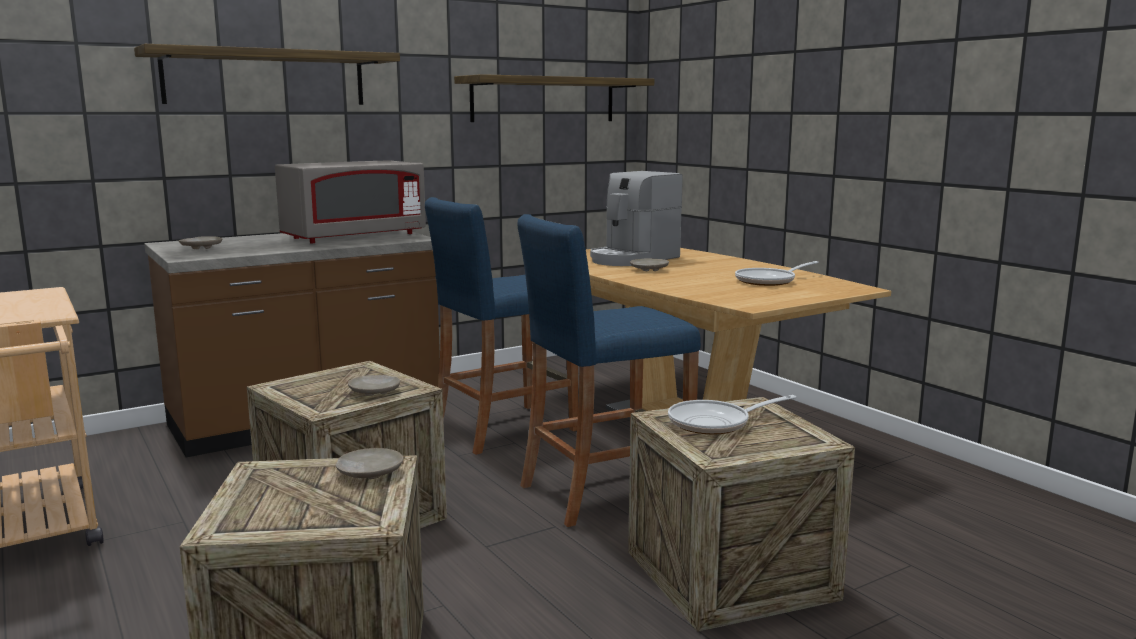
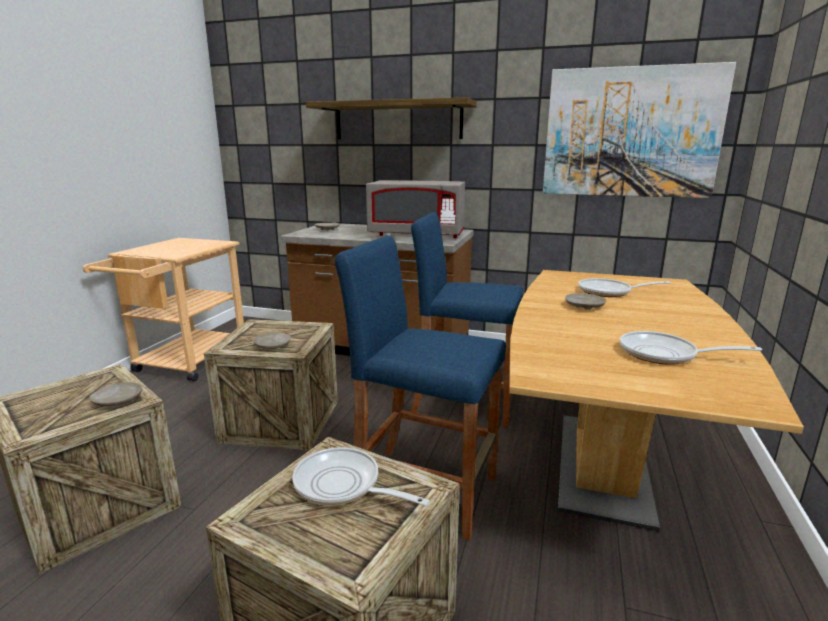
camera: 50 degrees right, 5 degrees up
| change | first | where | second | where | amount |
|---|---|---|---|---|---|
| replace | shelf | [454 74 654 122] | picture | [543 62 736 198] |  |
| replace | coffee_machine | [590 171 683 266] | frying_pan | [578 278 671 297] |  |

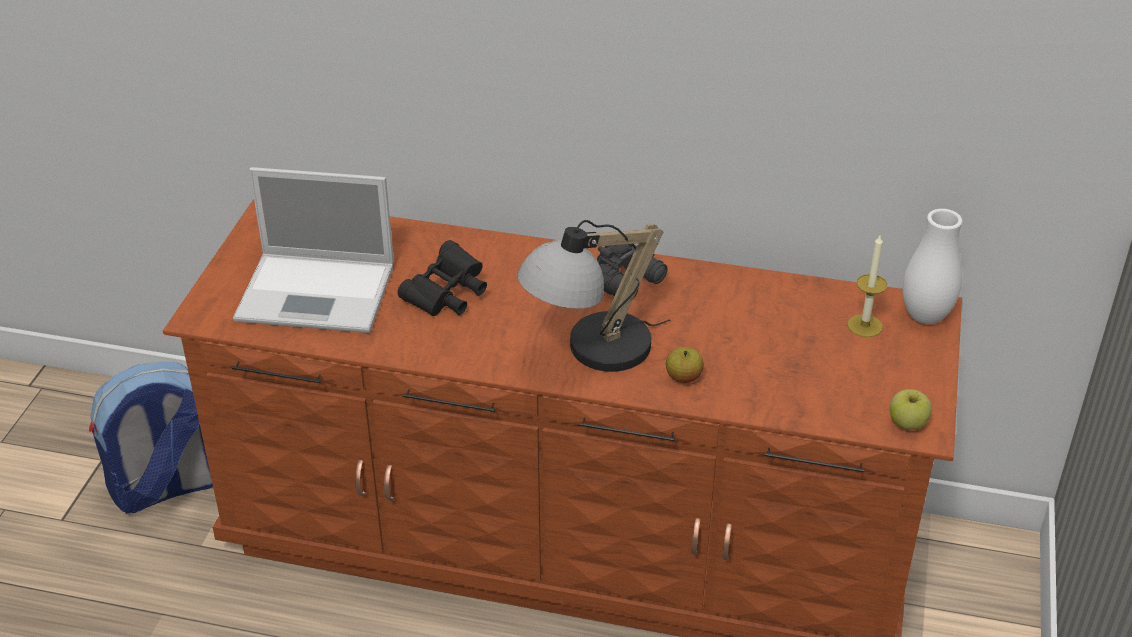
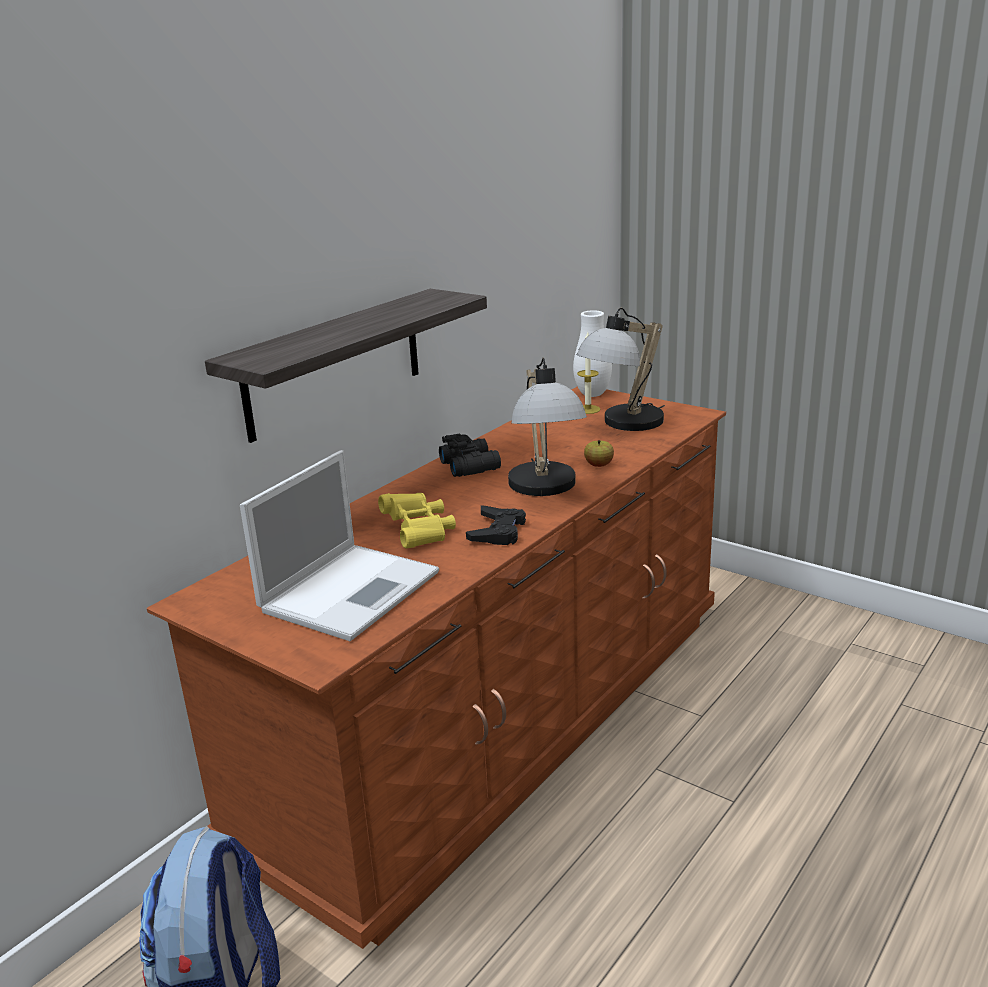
camera: 65 degrees left, 15 degrees down
| change | first | where | second | where | amount |
|---|---|---|---|---|---|
| recolor | black_binoculars | [398 240 487 316] | yellow_binoculars | [378 493 456 548] |  |
| delete | apple | [890 389 932 430] |  |  |  |
| insert |  |  | shelf | [205 289 487 443] |  |
| insert |  |  | black_game_controller | [466 505 526 545] |  |
| insert |  |  | table_lamp | [577 308 665 431] |  |

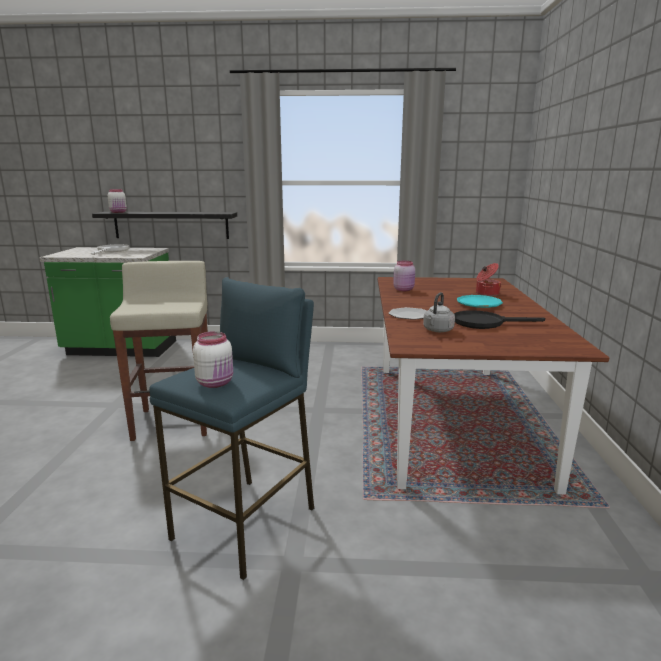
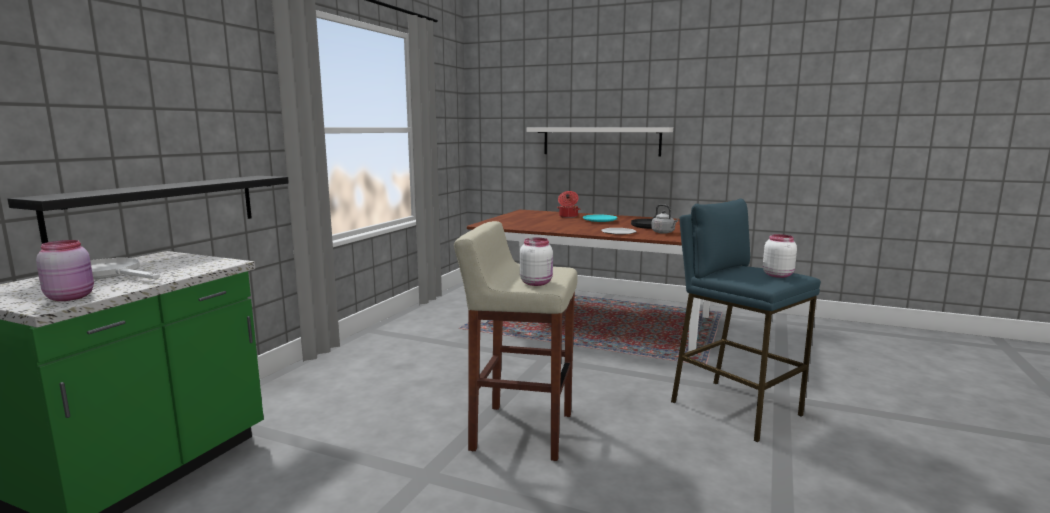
camera: 70 degrees left, 5 degrees down
| change | first | where | second | where | amount |
|---|---|---|---|---|---|
| move | white_jar | [108 189 127 213] |  | [520 238 553 286] |  |
| move | pink_jar | [393 261 415 291] |  | [36 240 94 301] |  |
| insert |  |  | white_shelf | [526 128 673 156] |  |

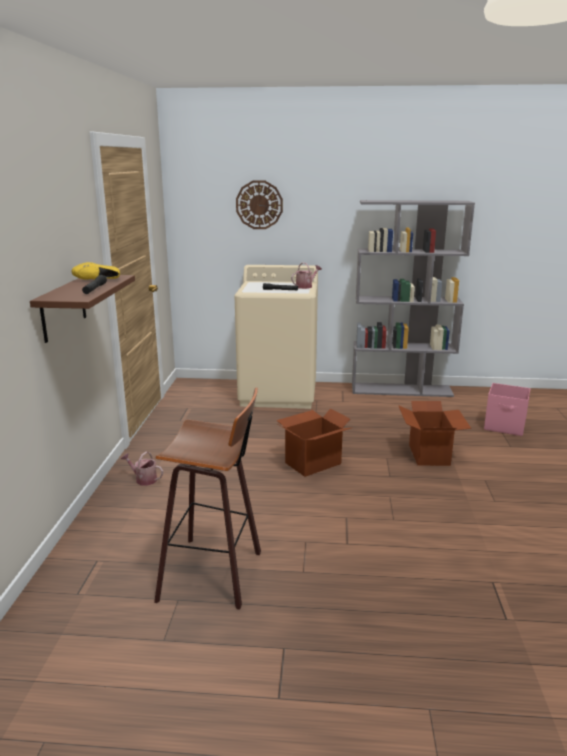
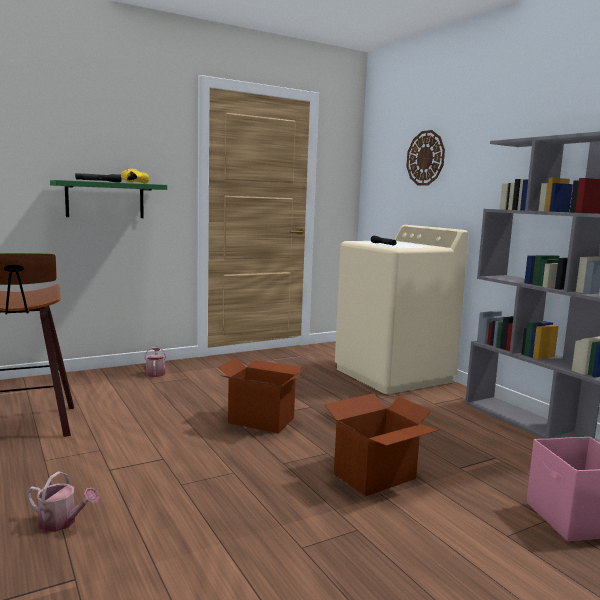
camera: 55 degrees right, 10 degrees down
| change | first | where | second | where | amount |
|---|---|---|---|---|---|
| recolor | brown_shelf | [30 275 135 343] | green_shelf | [50 180 167 218] |  |
| move | watering_can | [291 262 322 289] |  | [27 471 99 532] |  |

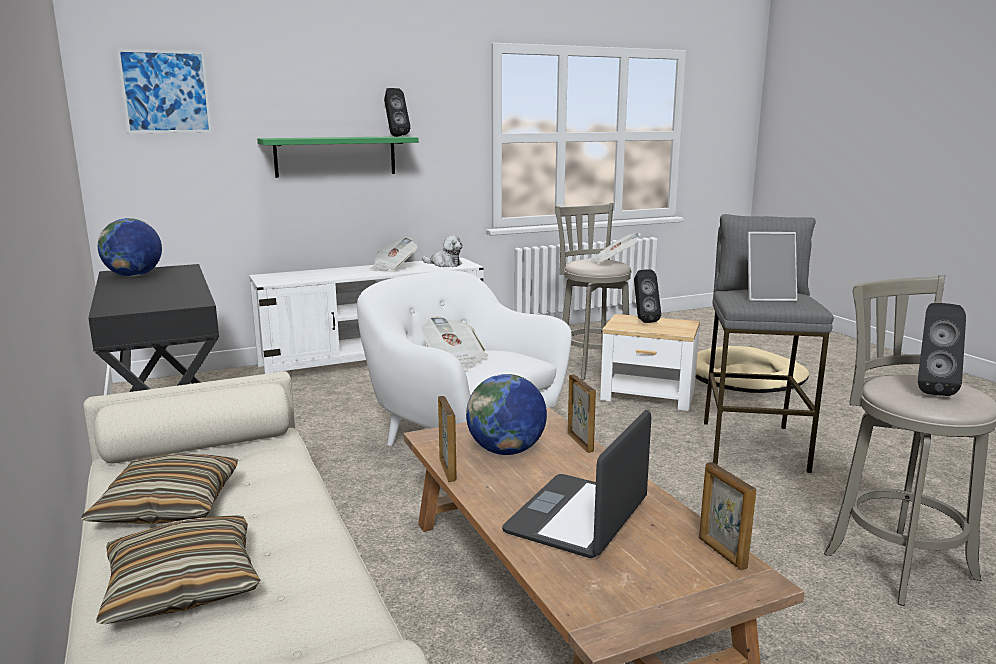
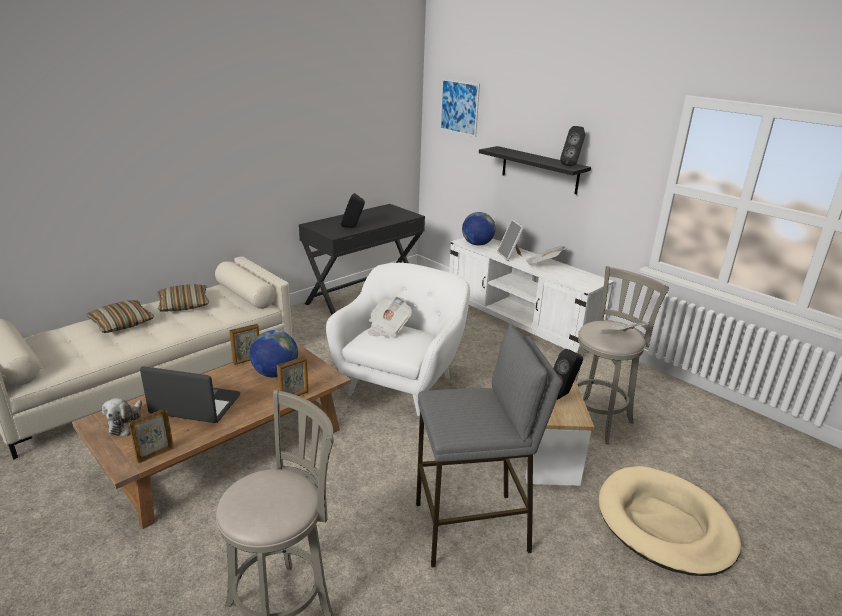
camera: 70 degrees right, 10 degrees up
| change | first | where | second | where | amount |
|---|---|---|---|---|---|
| move | globe | [98 218 162 277] |  | [462 212 496 246] |  |
| recolor | green_shelf | [257 136 419 178] | black_shelf | [479 146 591 194] |  |
| move | plush_toy | [422 236 462 267] |  | [102 398 142 436] |  |
| move | picture_frame | [747 232 797 302] |  | [497 219 524 261] |  |
| move | black_speaker | [918 303 966 396] |  | [340 193 365 228] |  |

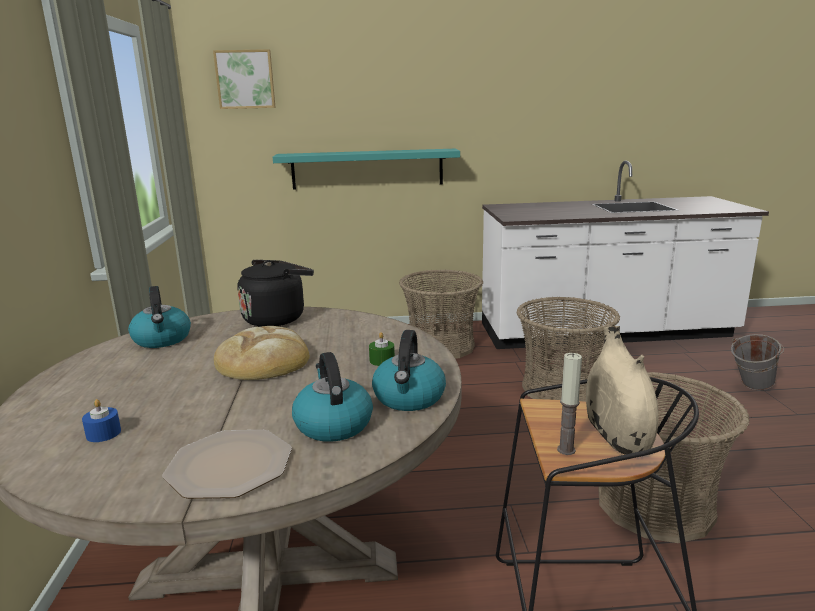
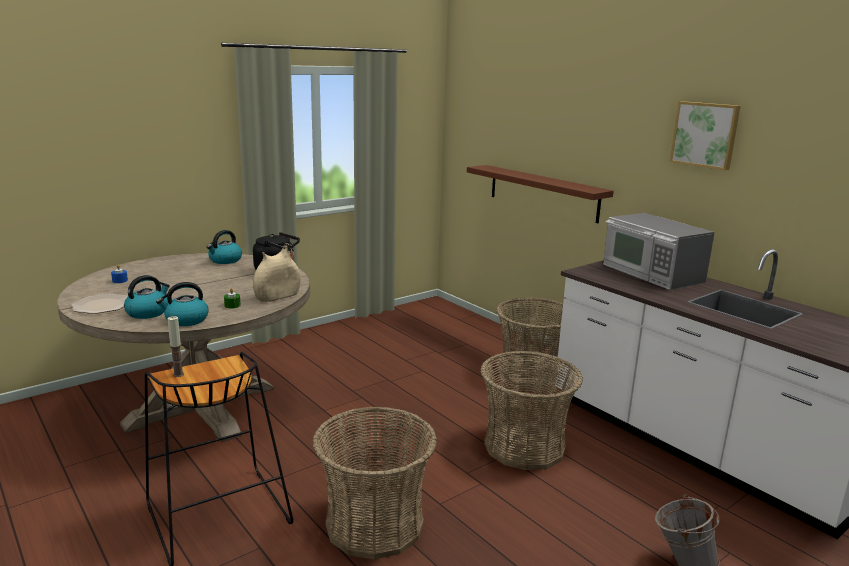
camera: 55 degrees right, 0 degrees up
| change | first | where | second | where | amount |
|---|---|---|---|---|---|
| move | picture | [213 49 276 109] |  | [670 101 741 170] |  |
| delete | bread | [214 326 310 380] |  |  |  |
| recolor | turquoise_shelf | [273 149 460 190] | brown_shelf | [467 165 614 223] |  |
| move | beige_vase | [586 326 659 455] |  | [253 243 301 302] |  |
| insert |  |  | microwave | [603 213 715 290] |  |

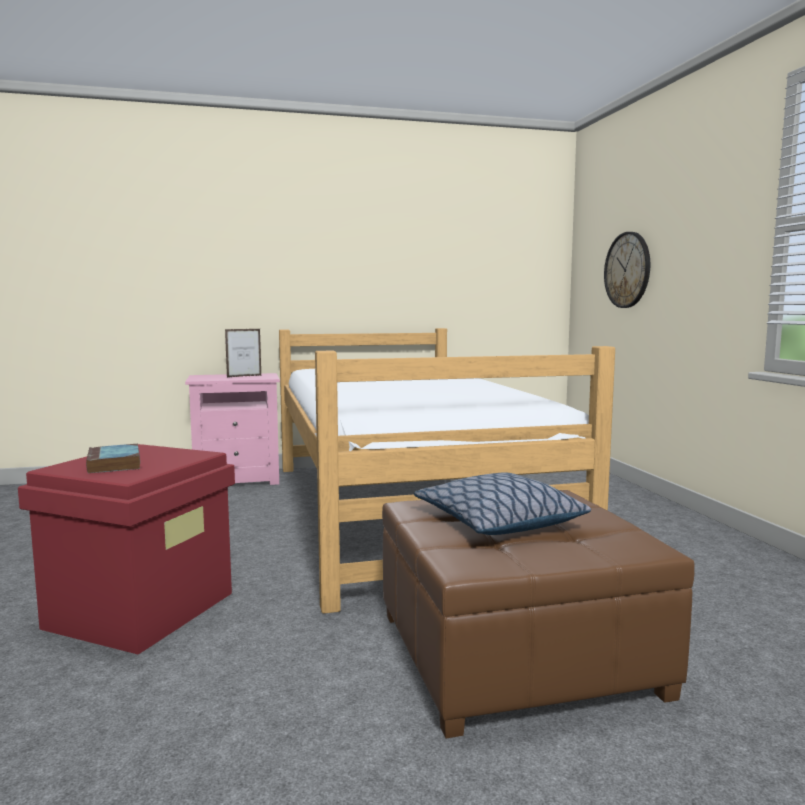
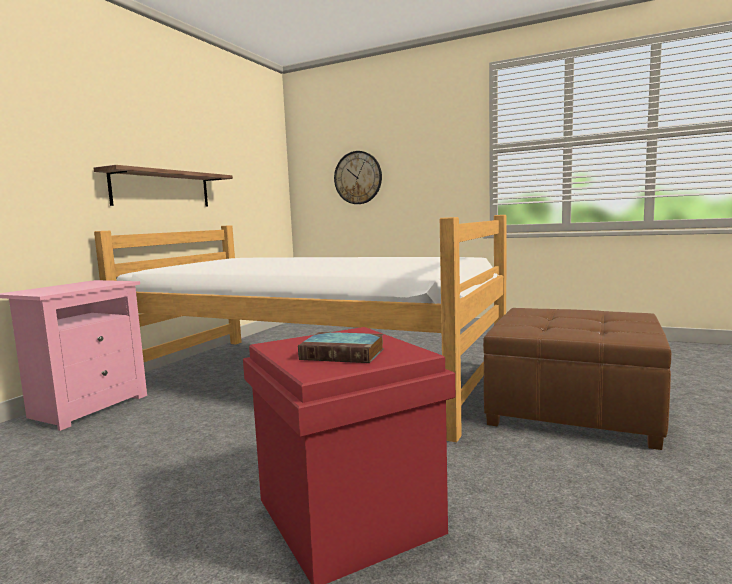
camera: 50 degrees left, 0 degrees up
| change | first | where | second | where | amount |
|---|---|---|---|---|---|
| delete | picture_frame | [225 329 262 377] |  |  |  |
| delete | pillow | [414 473 591 535] |  |  |  |
| insert |  |  | shelf | [94 165 233 206] |  |

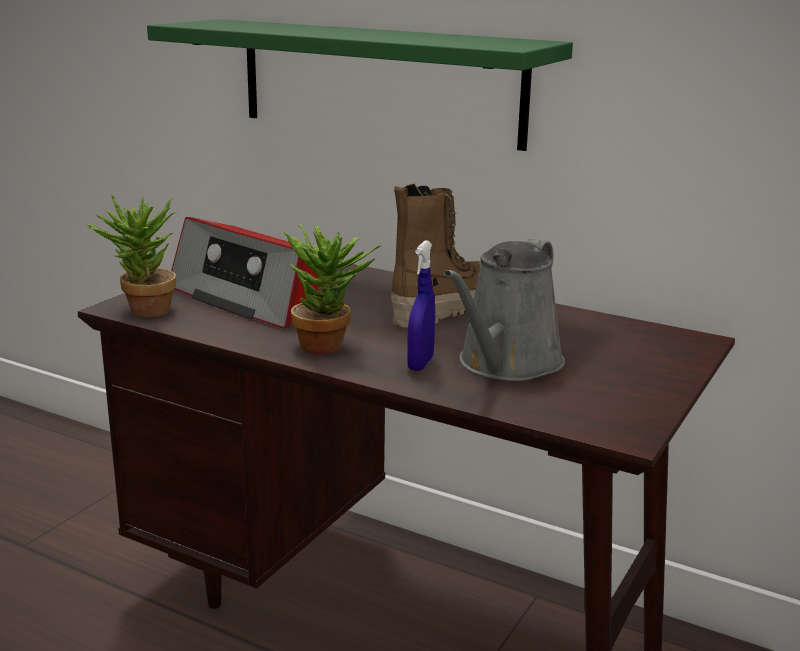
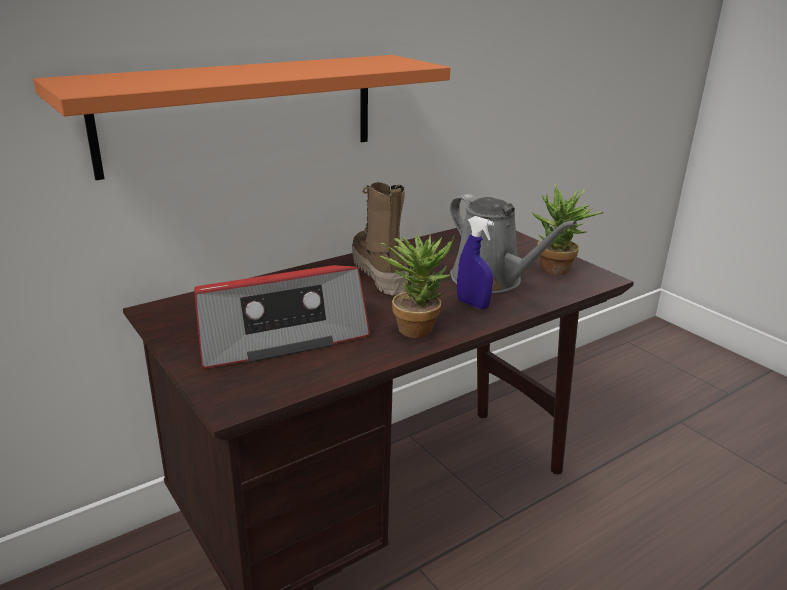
camera: 65 degrees left, 5 degrees up
| change | first | where | second | where | amount |
|---|---|---|---|---|---|
| move | potted_plant | [87 195 176 317] |  | [532 184 604 275] |  |
| recolor | green_shelf | [147 19 573 151] | orange_shelf | [33 55 451 180] |  |

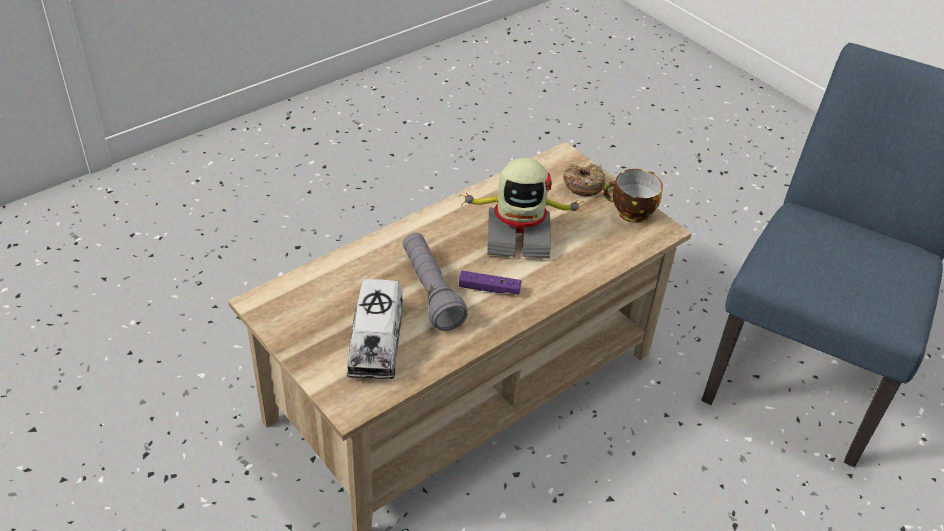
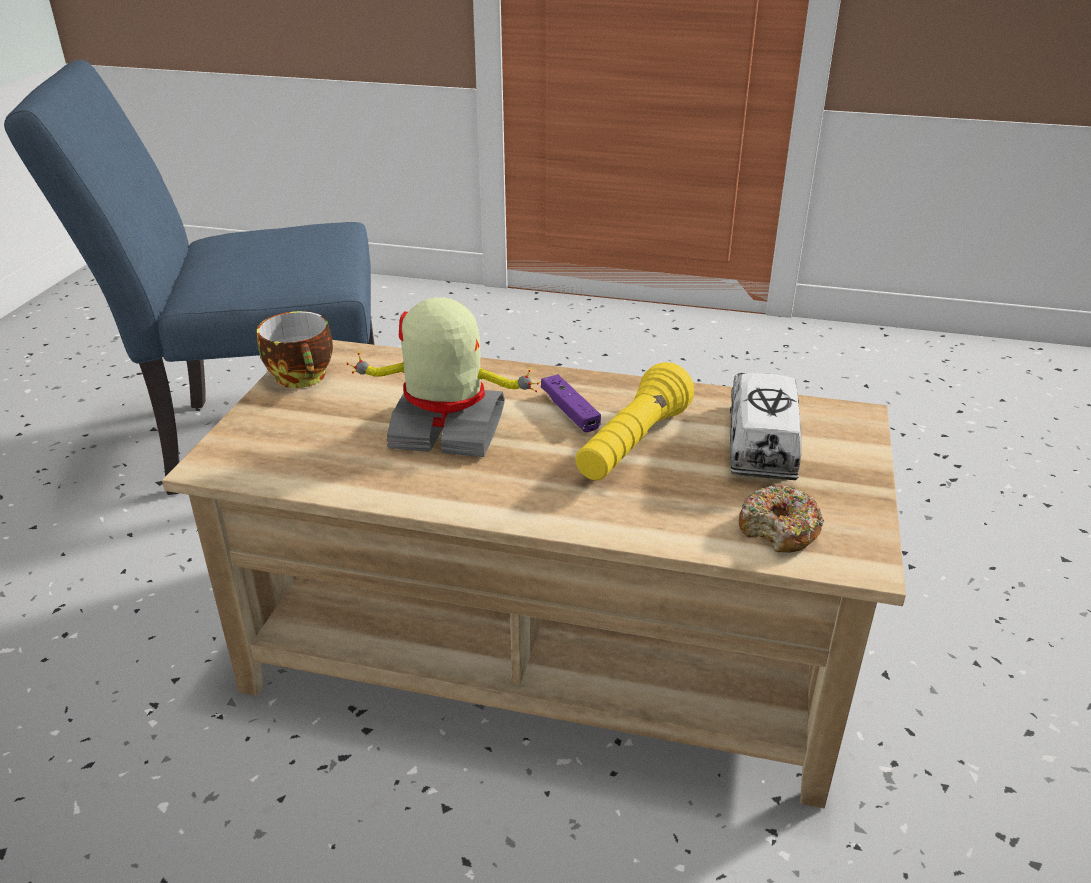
camera: 125 degrees left, 10 degrees down
| change | first | where | second | where | amount |
|---|---|---|---|---|---|
| rotate | toy_truck | [347 279 403 379] |  | [730 373 801 480] | 45 degrees counterclockwise |
| recolor | grey_flashlight | [403 233 468 331] | yellow_flashlight | [575 362 694 481] |  |
| rotate | toy_robot | [460 158 584 259] |  | [346 297 542 457] | 45 degrees counterclockwise |
| move | donut | [563 163 605 196] |  | [739 485 824 553] |  |

